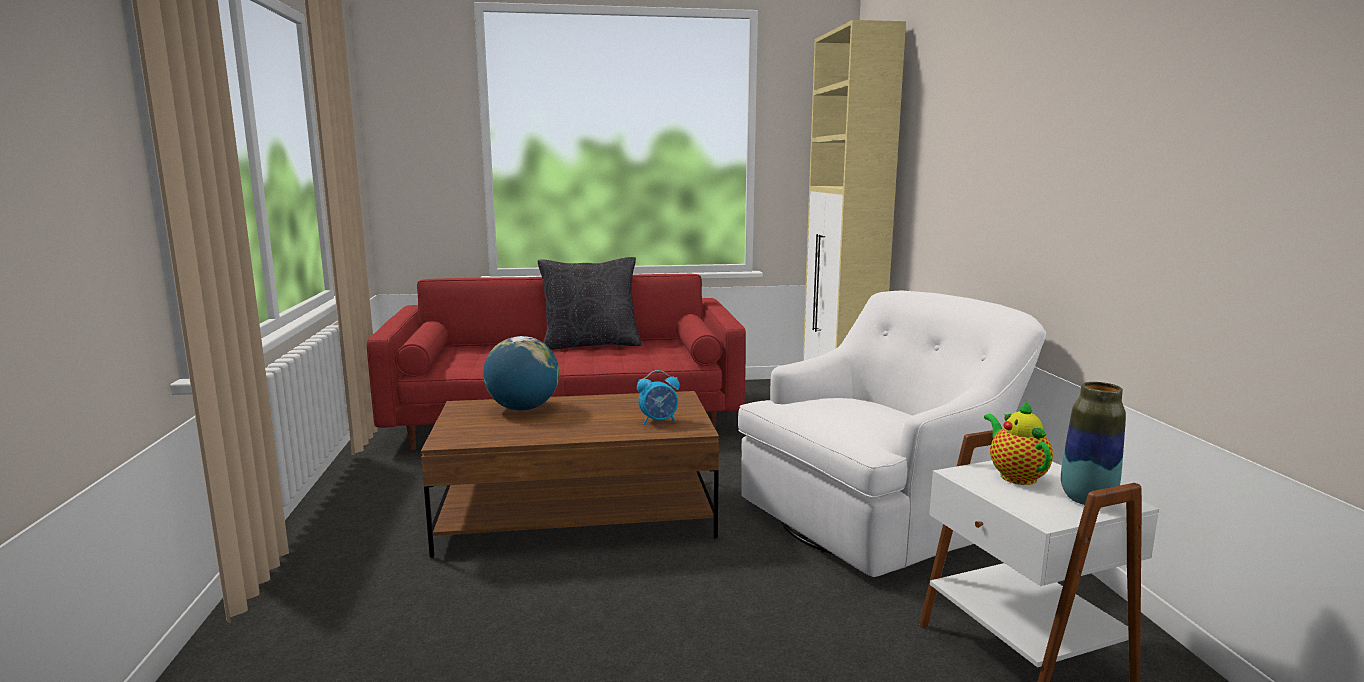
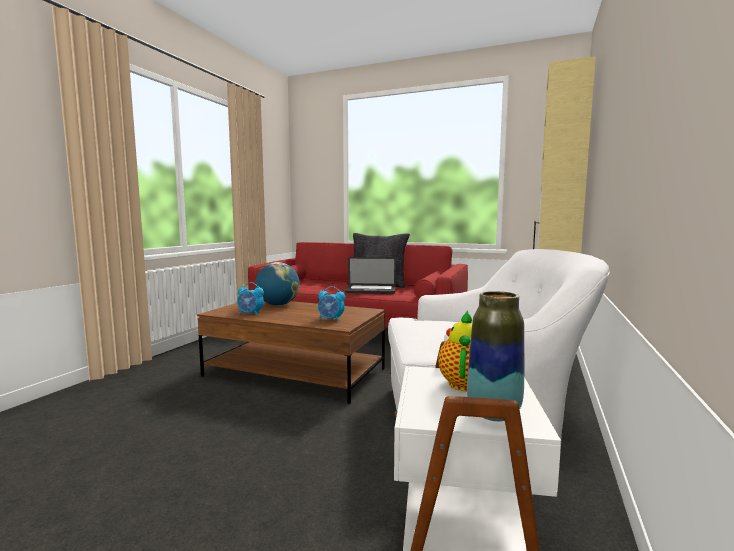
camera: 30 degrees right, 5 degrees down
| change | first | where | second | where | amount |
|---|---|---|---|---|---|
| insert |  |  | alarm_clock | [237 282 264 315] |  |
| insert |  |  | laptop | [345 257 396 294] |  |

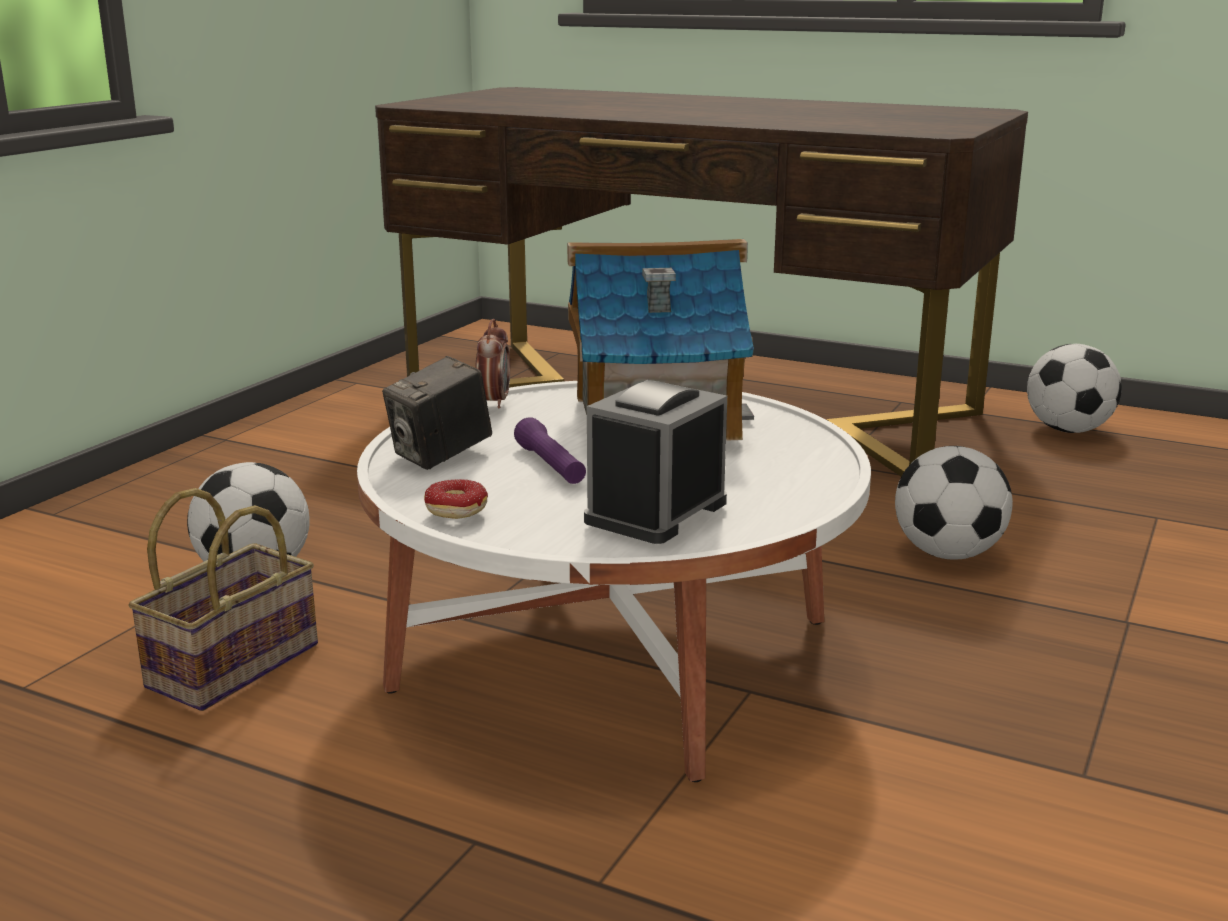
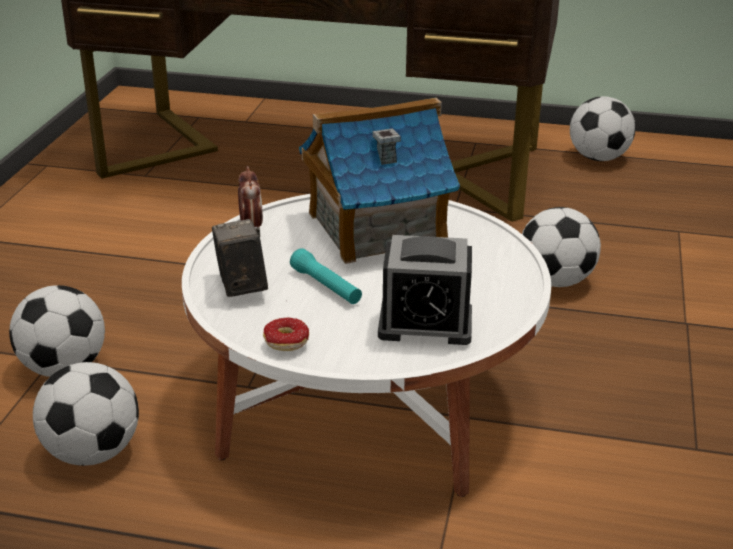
camera: 15 degrees left, 10 degrees up
| change | first | where | second | where | amount |
|---|---|---|---|---|---|
| replace | basket | [128 488 318 711] | football | [33 362 139 466] |  |
| rotate | photo_camera | [382 356 492 470] |  | [212 219 268 297] | 135 degrees clockwise |
| recolor | purple_flashlight | [514 417 586 484] | turquoise_flashlight | [290 248 362 304] |  |
| rotate | alarm_clock | [584 380 727 544] |  | [378 235 472 345] | 105 degrees counterclockwise |

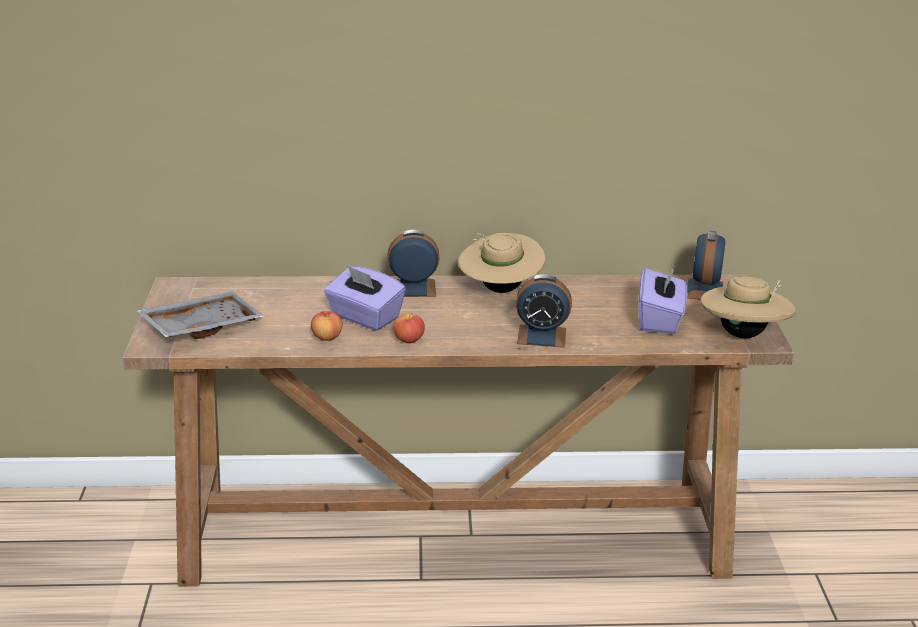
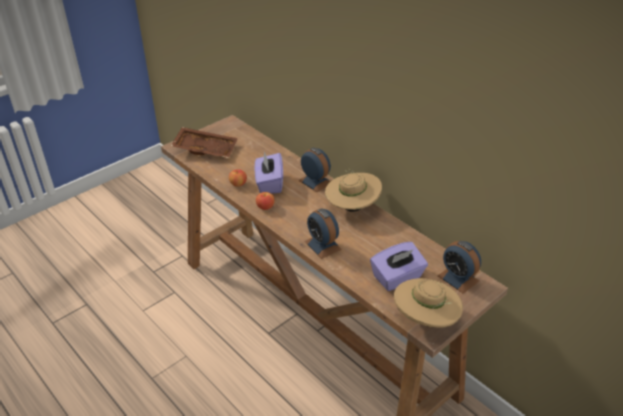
camera: 50 degrees right, 10 degrees up
| change | first | where | second | where | amount |
|---|---|---|---|---|---|
| recolor | grey_tray | [136 291 264 339] | brown_tray | [171 127 238 158] |  |
| rotate | alarm_clock | [687 231 725 300] |  | [438 241 481 294] | 75 degrees clockwise |

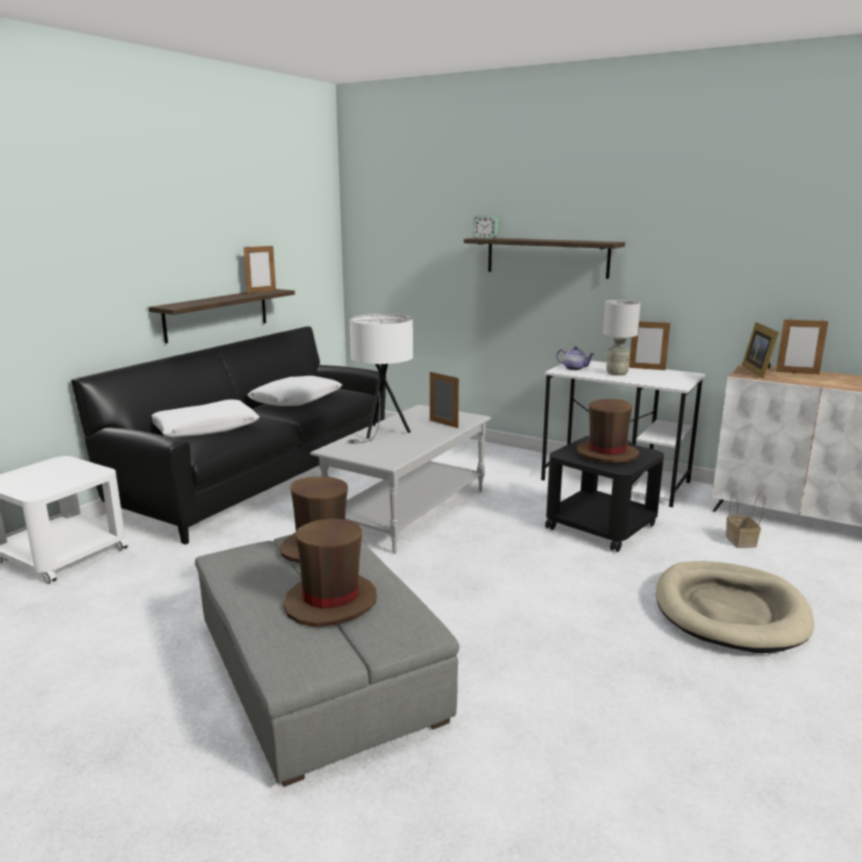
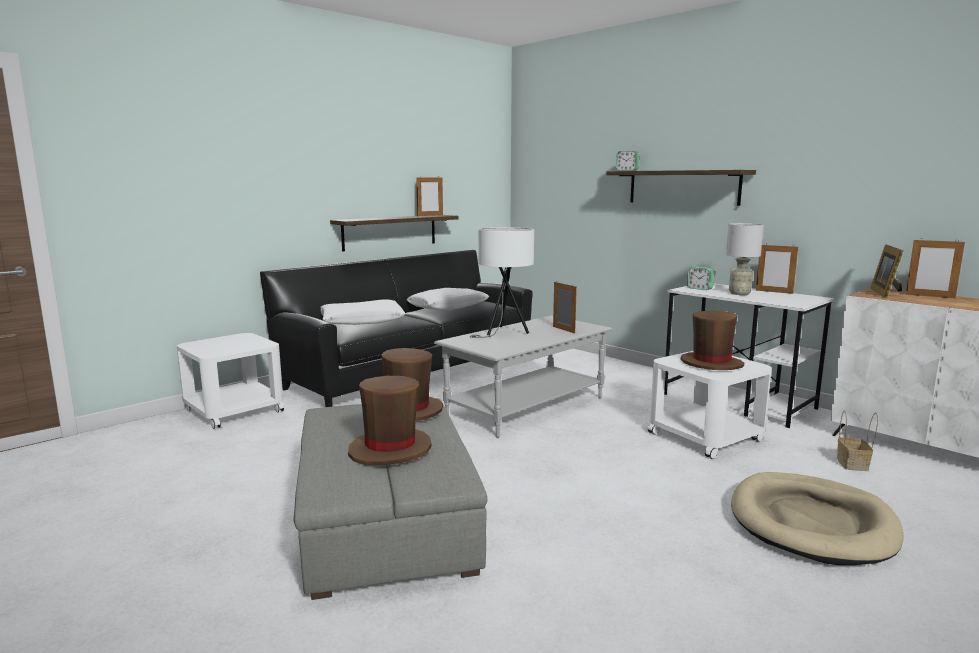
camera: 15 degrees right, 5 degrees down
| change | first | where | second | where | amount |
|---|---|---|---|---|---|
| recolor | black_side_table | [545 436 664 552] | white_side_table | [648 351 772 459] |  |
| replace | teapot | [556 346 594 370] | alarm_clock | [687 267 715 290] |  |

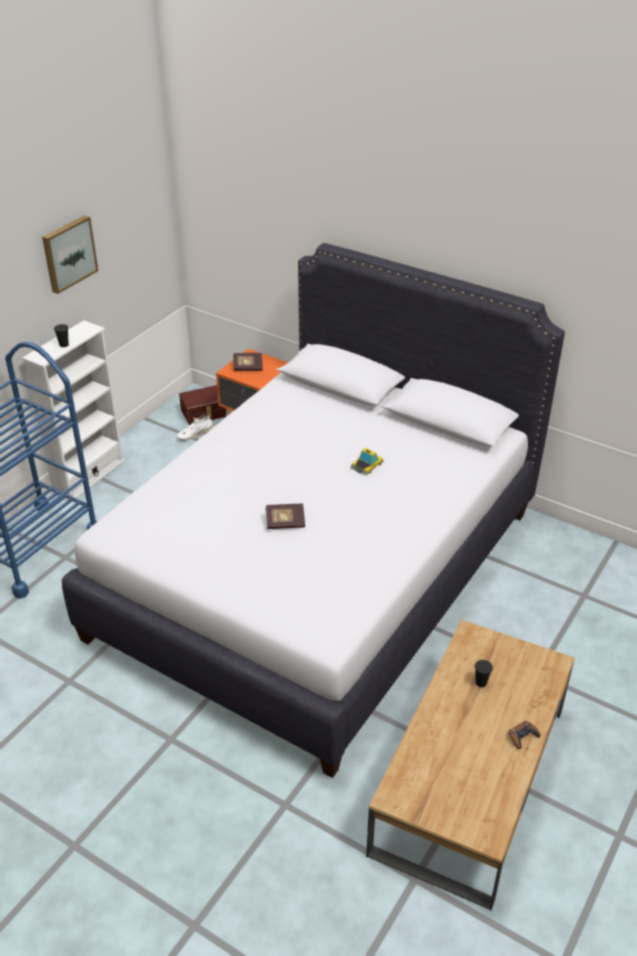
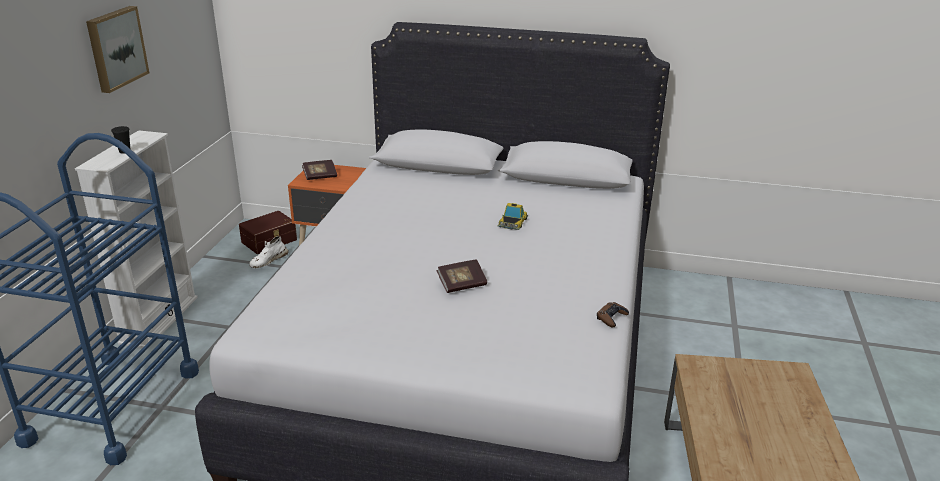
camera: 20 degrees left, 10 degrees down
| change | first | where | second | where | amount |
|---|---|---|---|---|---|
| delete | black_cup | [475 660 493 687] |  |  |  |
| move | brown_game_controller | [508 721 541 749] |  | [597 302 629 328] |  |

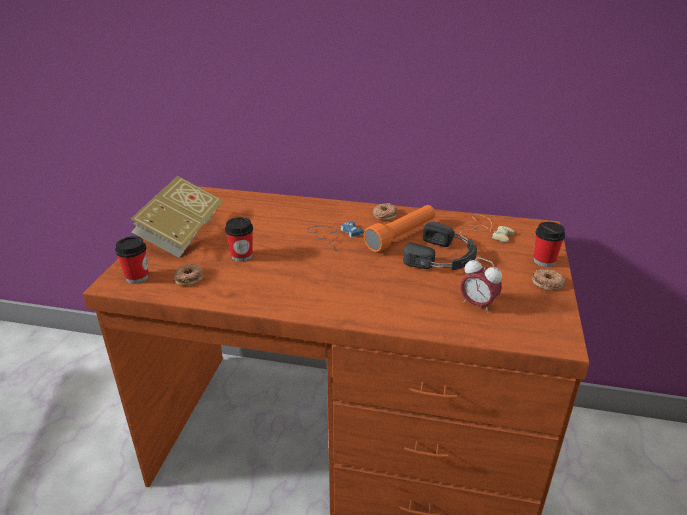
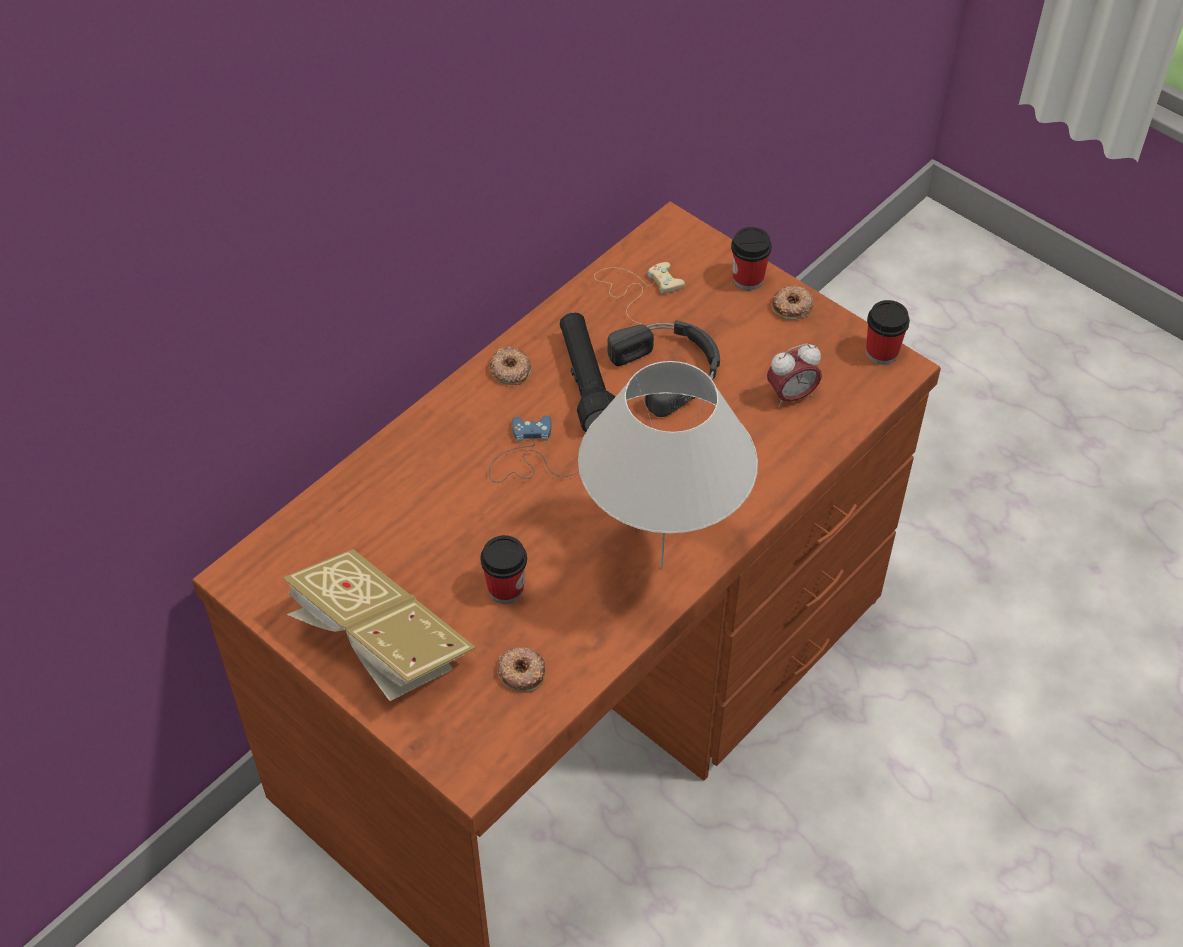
camera: 60 degrees left, 20 degrees up
| change | first | where | second | where | amount |
|---|---|---|---|---|---|
| move | cup | [115 236 149 284] |  | [866 300 910 365] |  |
| recolor | orange_flashlight | [364 205 435 253] | black_flashlight | [560 312 615 432] |  |
| insert |  |  | white_table_lamp | [578 361 758 569] |  |

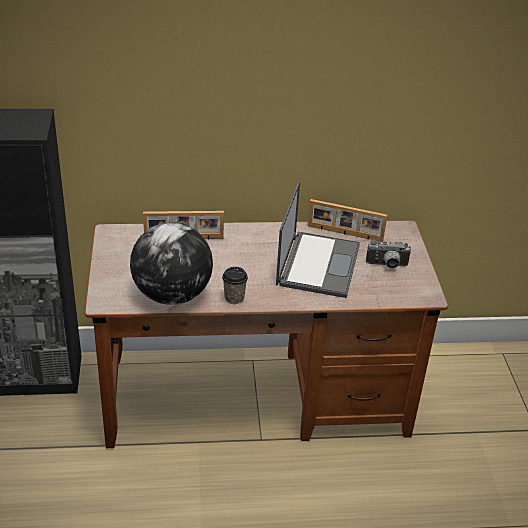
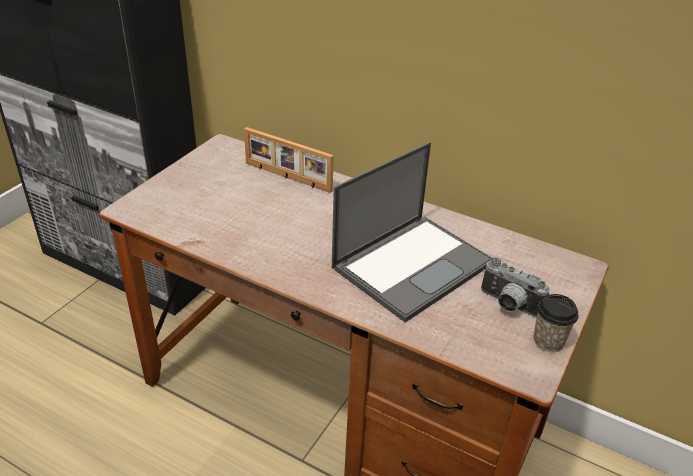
camera: 35 degrees right, 0 degrees up
| change | first | where | second | where | amount |
|---|---|---|---|---|---|
| delete | globe | [130 222 213 305] |  |  |  |
| move | cup | [222 267 248 304] |  | [533 294 578 352] |  |
| delete | picture_frame | [308 199 387 242] |  |  |  |

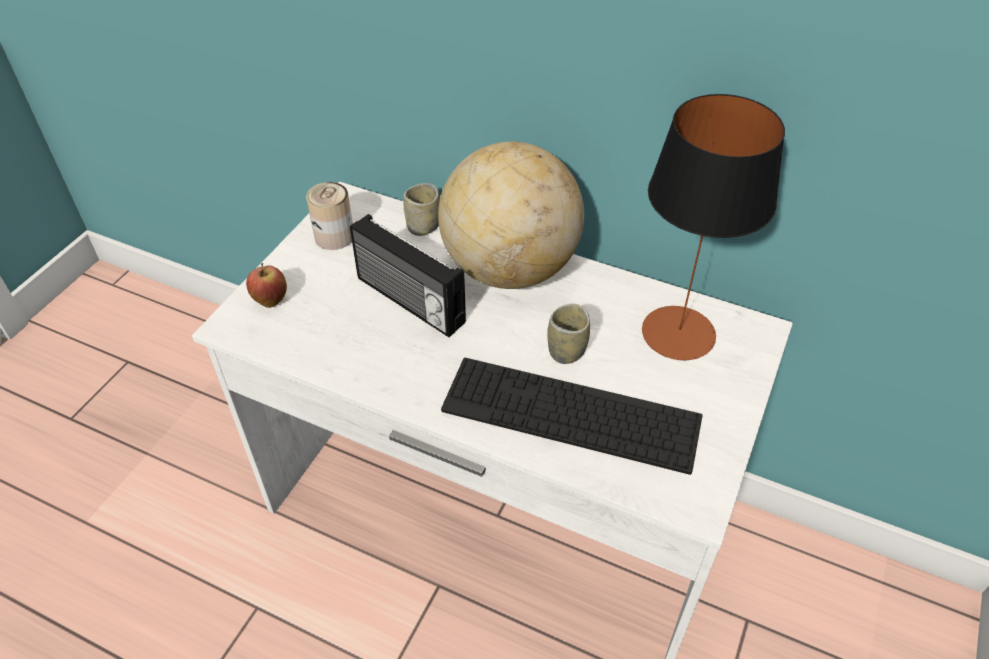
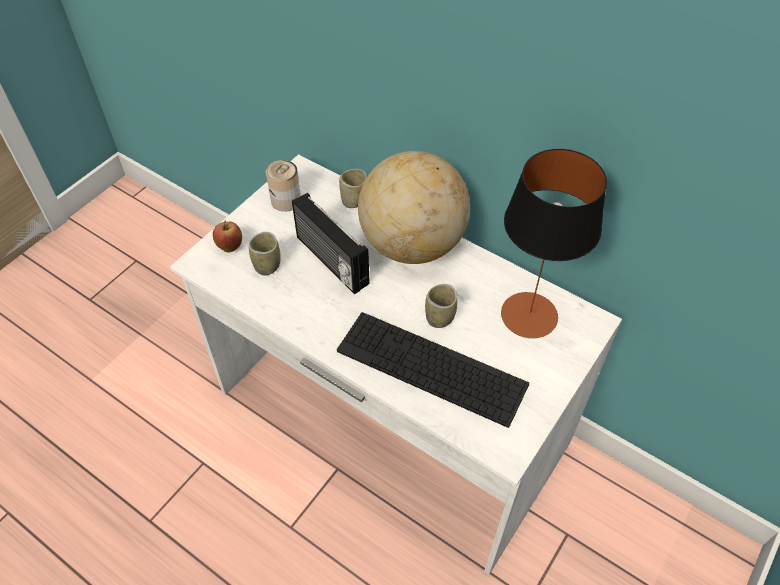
camera: 10 degrees right, 5 degrees up
| change | first | where | second | where | amount |
|---|---|---|---|---|---|
| insert |  |  | cup | [249 232 280 275] |  |

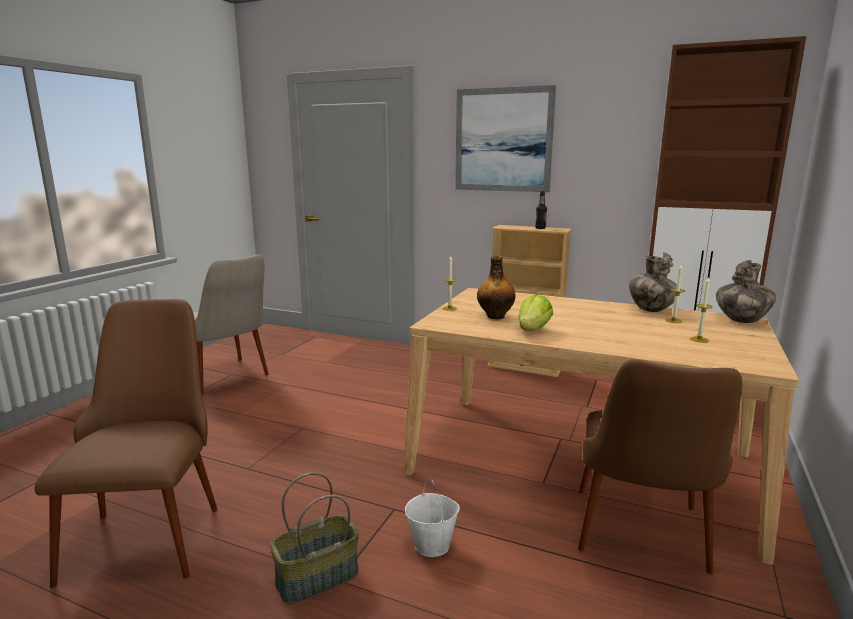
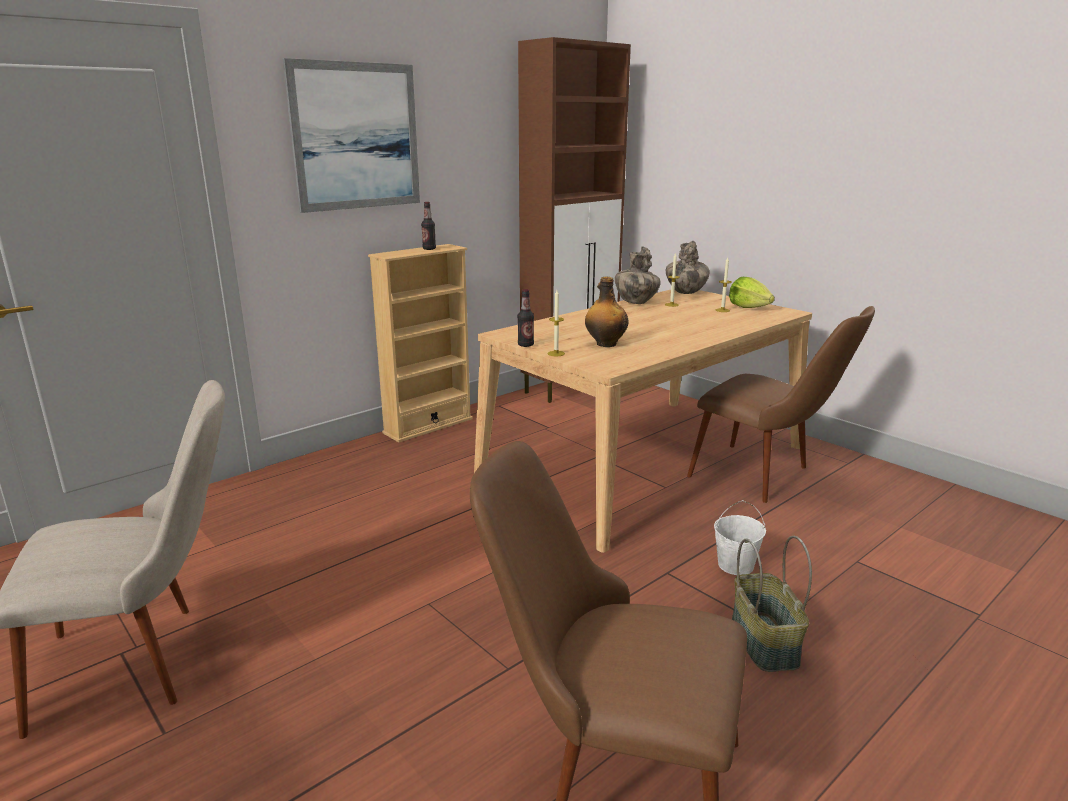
camera: 65 degrees left, 5 degrees up
| change | first | where | second | where | amount |
|---|---|---|---|---|---|
| move | lettuce | [518 294 553 331] |  | [729 277 775 308] |  |
| insert |  |  | bottle | [517 289 534 347] |  |

